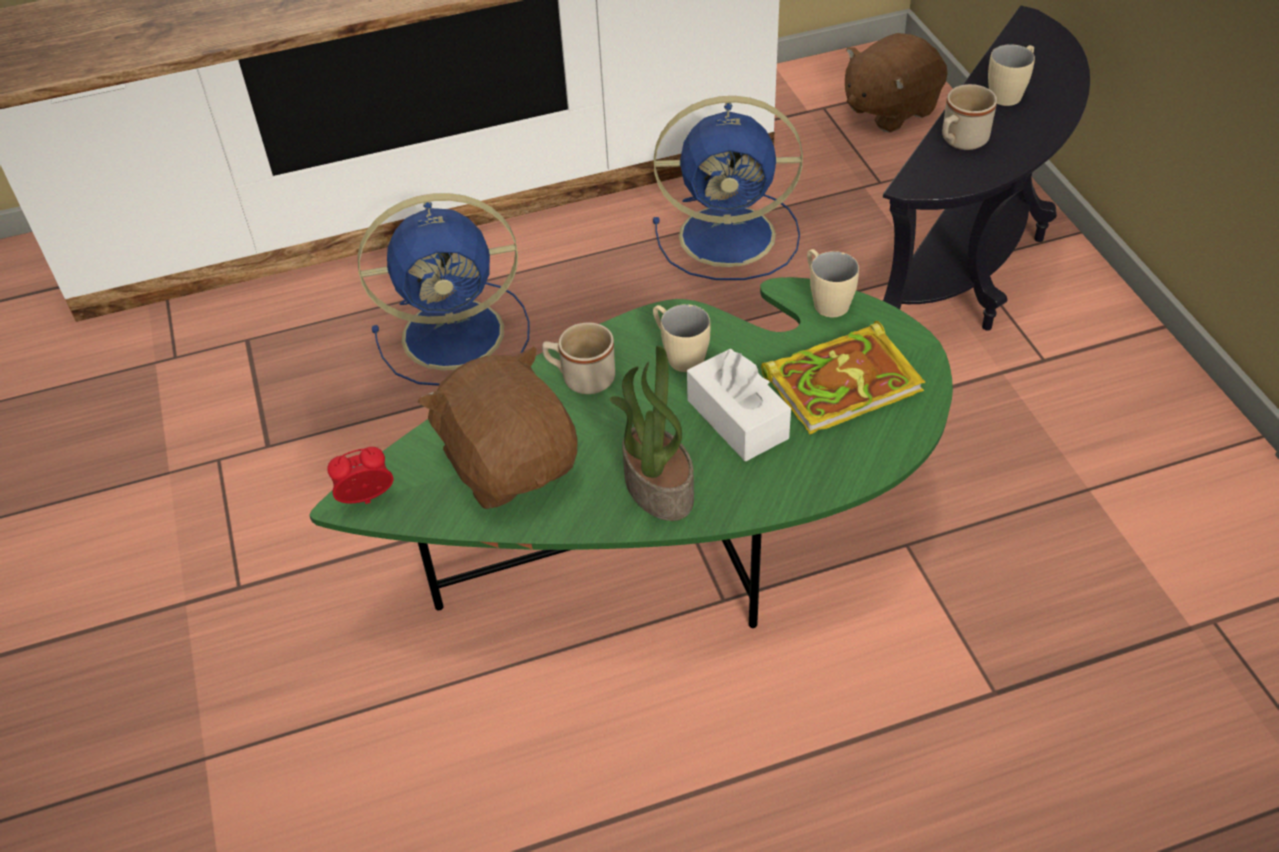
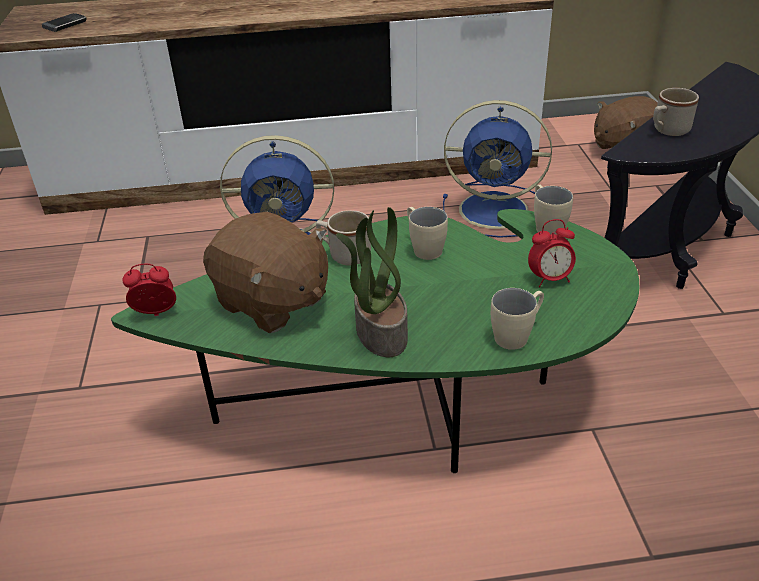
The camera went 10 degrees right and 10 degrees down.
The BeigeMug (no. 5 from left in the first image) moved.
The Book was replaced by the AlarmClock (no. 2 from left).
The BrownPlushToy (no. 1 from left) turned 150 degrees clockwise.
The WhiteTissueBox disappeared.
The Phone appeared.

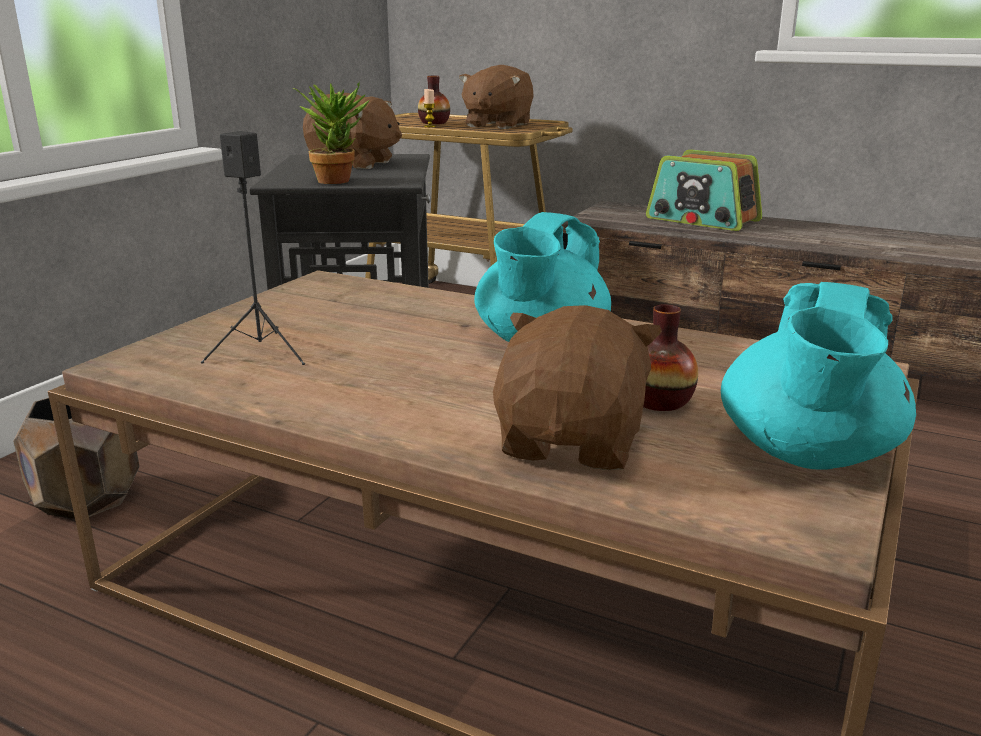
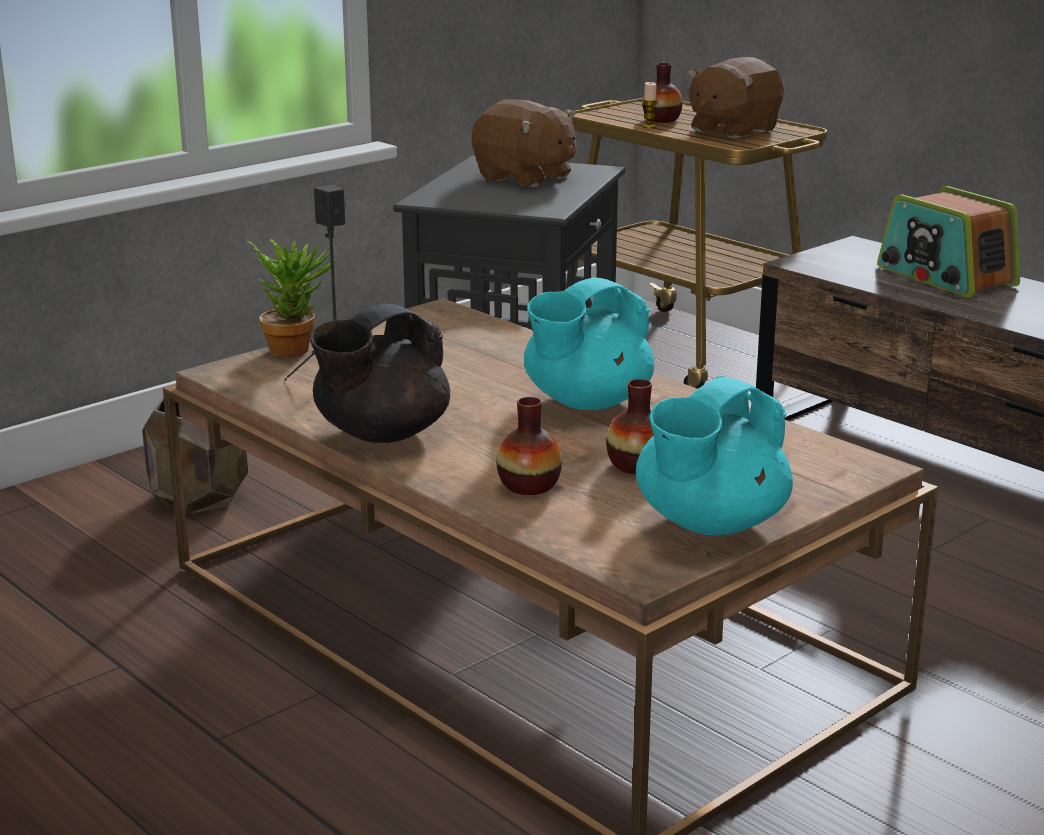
The camera went 20 degrees right and 0 degrees up.
The PottedPlant moved.
The BrownPlushToy (no. 3 from left) was replaced by the Vase (no. 1 from left).
The BlackTeapot appeared.

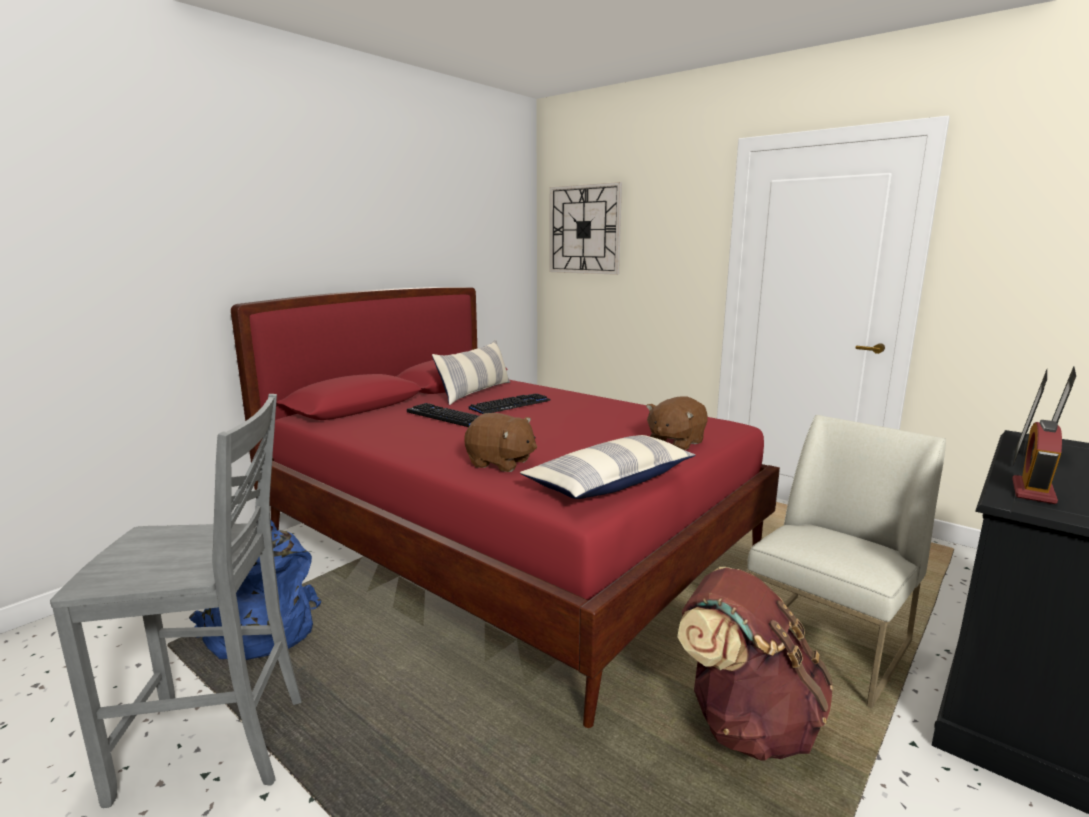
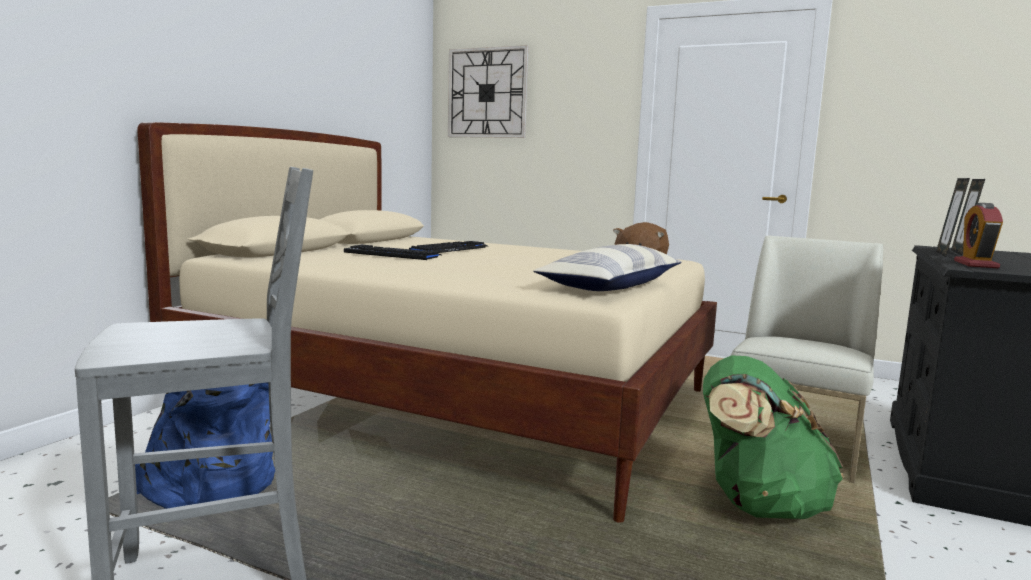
The camera went 15 degrees left and 5 degrees down.
The RedBed became the BeigeBed.
The Pillow (no. 1 from left) disappeared.
The BrownPlushToy (no. 1 from left) disappeared.
The BrownBackpack became the GreenBackpack.

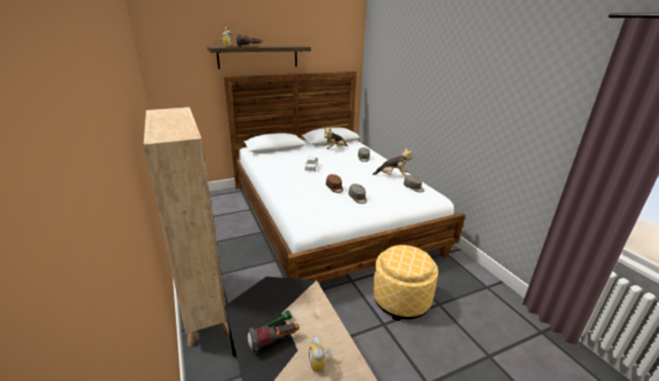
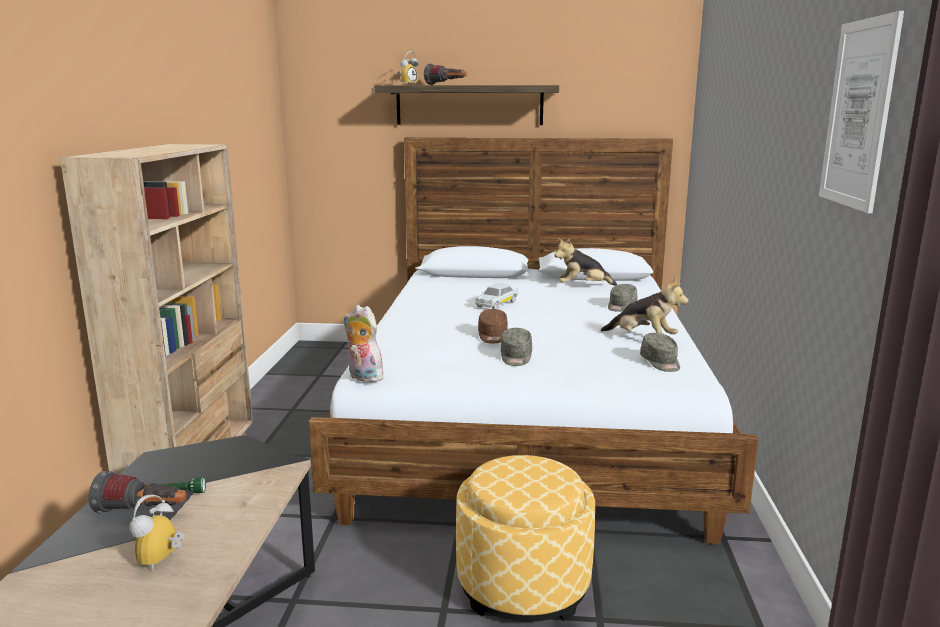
The camera went 30 degrees right and 10 degrees down.
The Picture appeared.
The PlushToy (no. 1 from left) appeared.

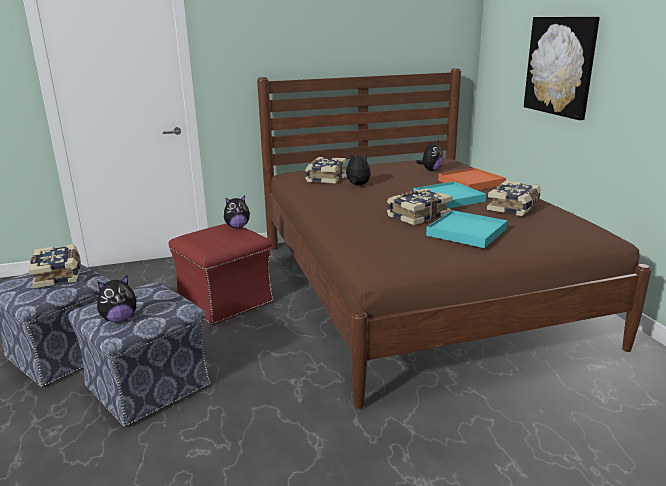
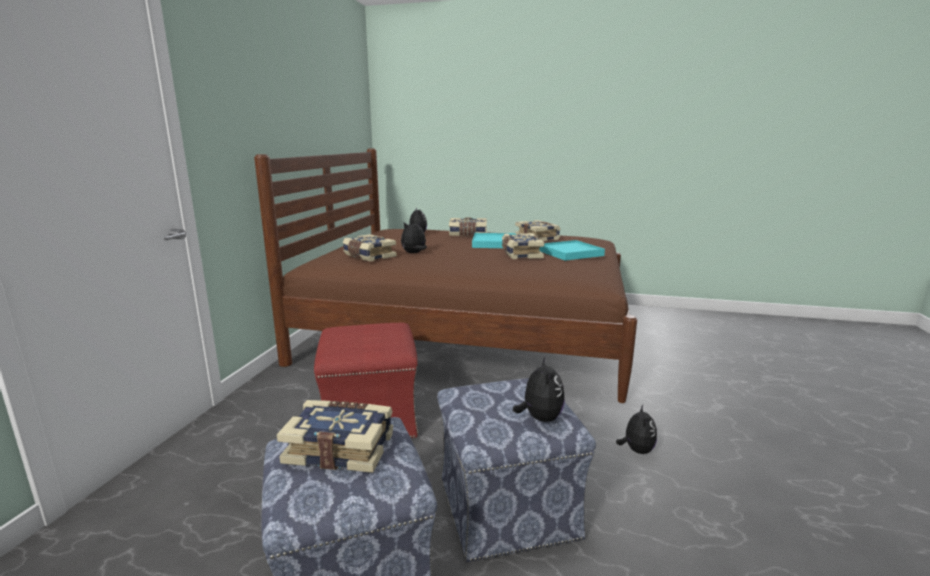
The camera went 60 degrees left and 5 degrees down.
The Picture disappeared.
The OrangeTray was replaced by the Book (no. 3 from left).
The PlushToy (no. 2 from left in the first image) moved.

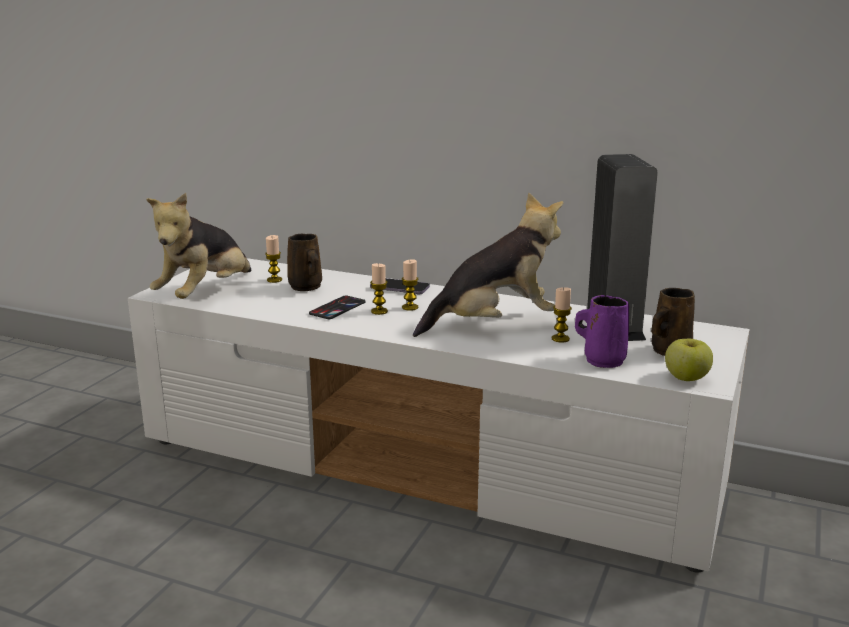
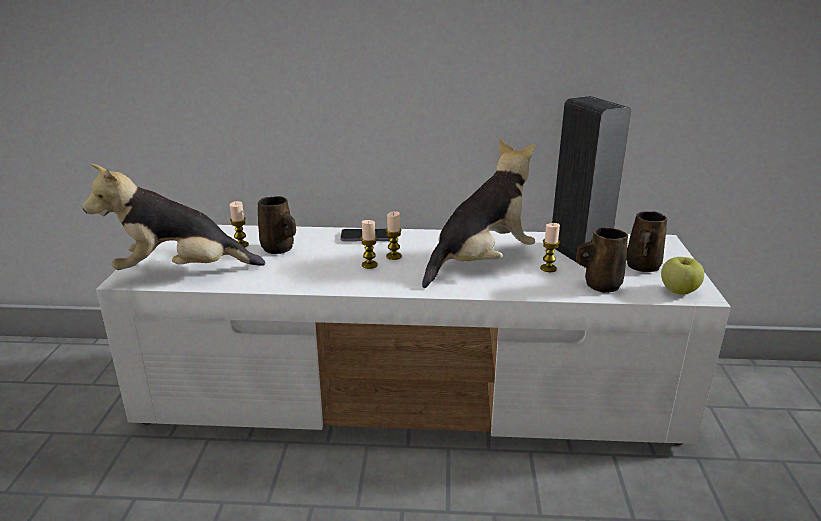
The camera went 20 degrees left and 5 degrees up.
The PlushToy (no. 1 from left) turned 75 degrees clockwise.
The Phone (no. 1 from left) disappeared.
The PurpleMug became the BrownMug (no. 2 from left).

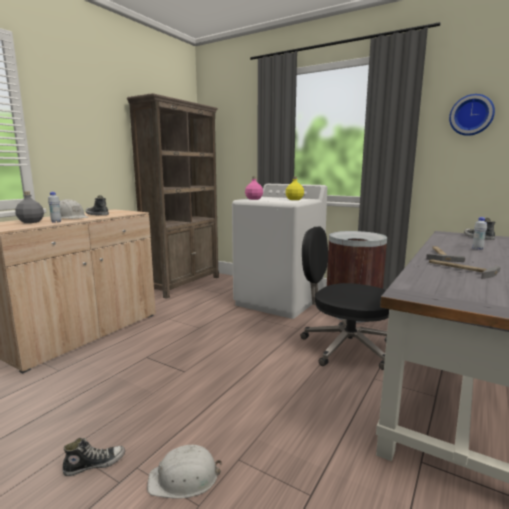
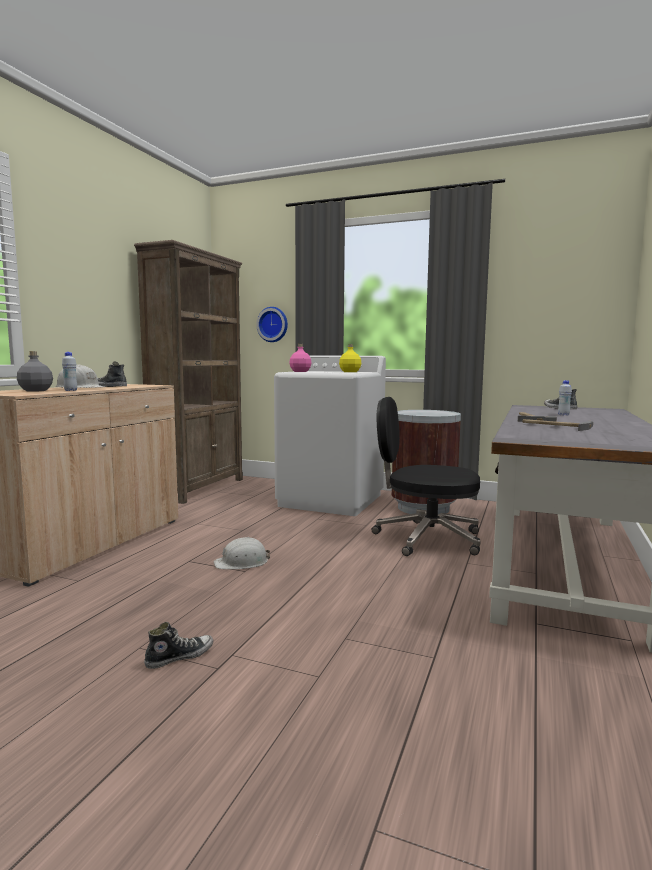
The camera went 10 degrees left and 5 degrees down.
The WallClock moved.
The WhiteHardHat (no. 2 from left) moved.

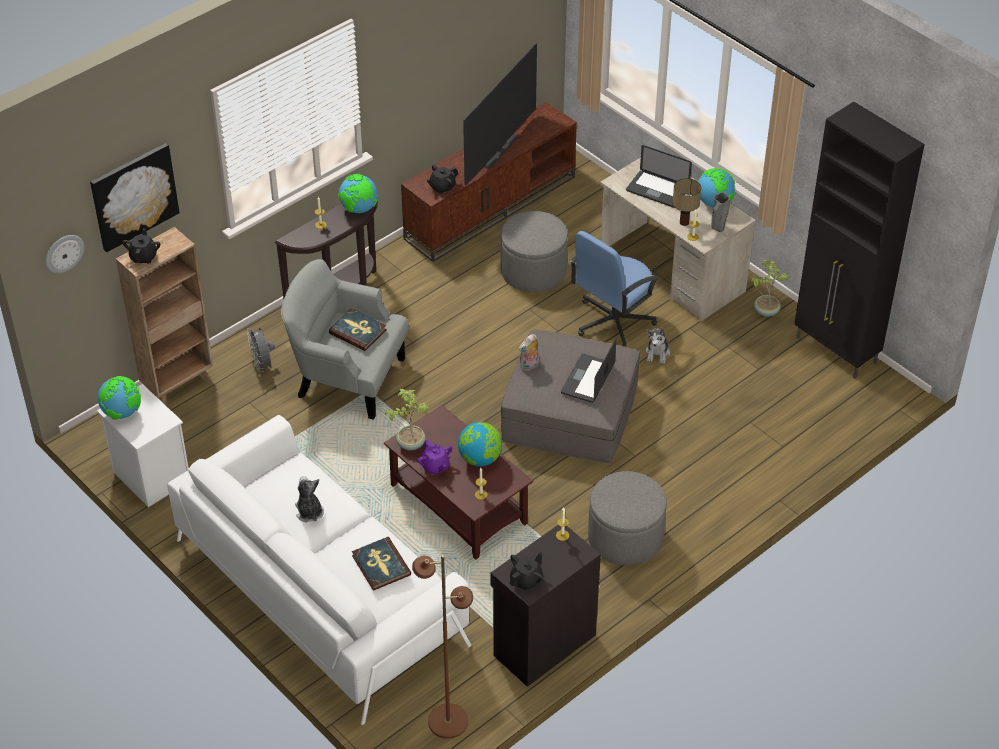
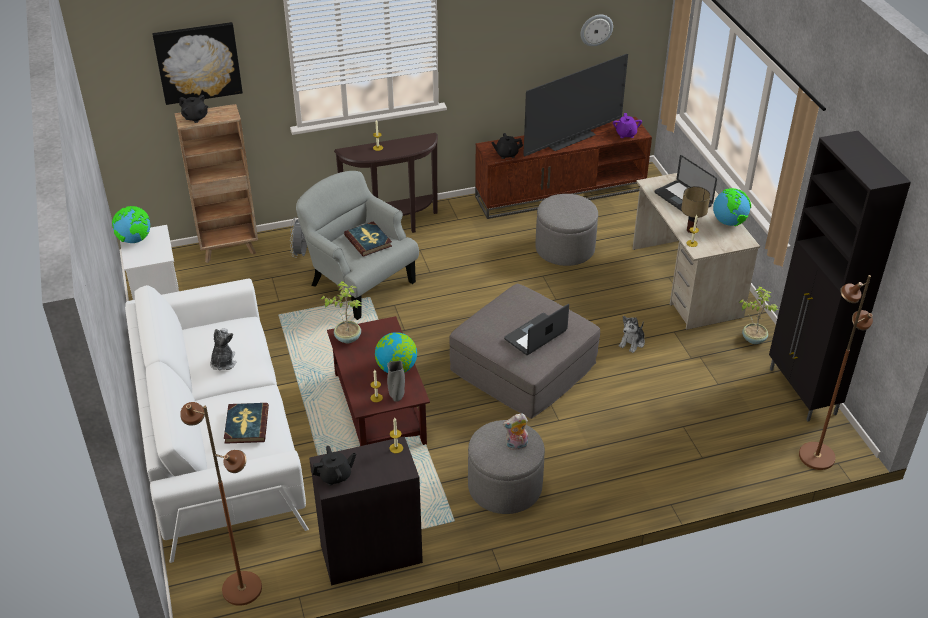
The camera went 25 degrees right and 5 degrees down.
The Globe (no. 2 from left) disappeared.
The GreyVase moved.
The BlackTeapot (no. 1 from left) turned 90 degrees clockwise.
The BlueOfficeChair disappeared.
The WallClock moved.
The PlushToy (no. 2 from left) moved.
The PurpleTeapot moved.
The BrownFloorLamp (no. 2 from left) appeared.

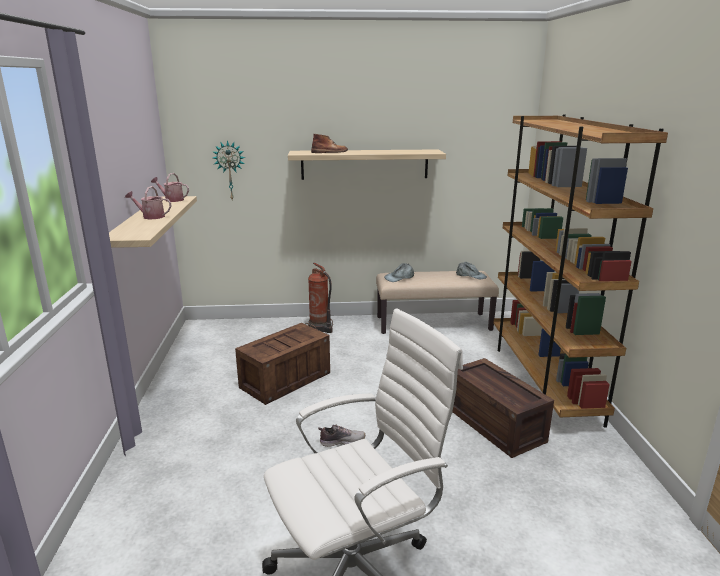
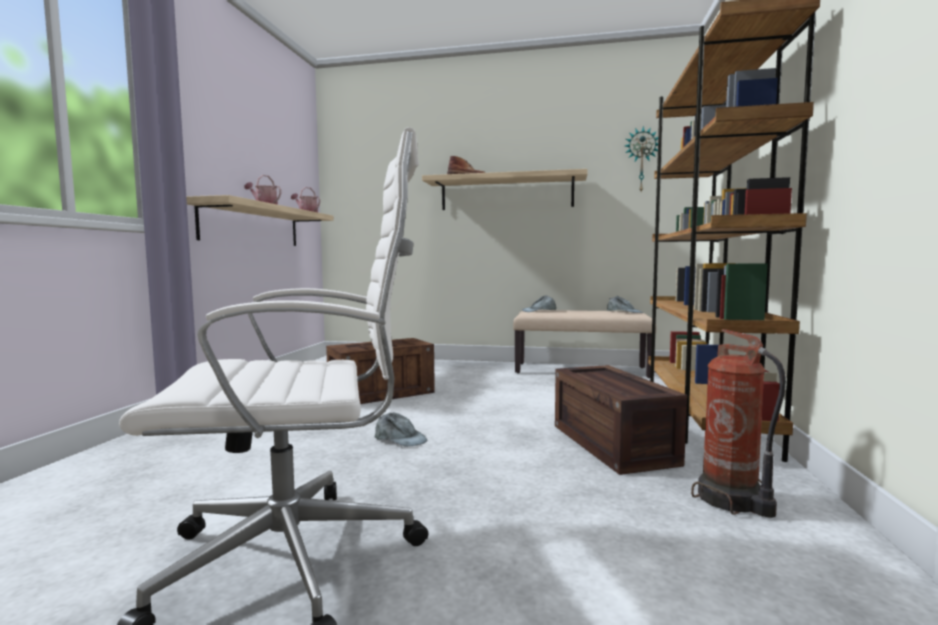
The camera went 15 degrees right and 15 degrees down.
The WallClock moved.
The FireExtinguisher moved.
The Shoe was replaced by the GreyCap (no. 1 from left).

